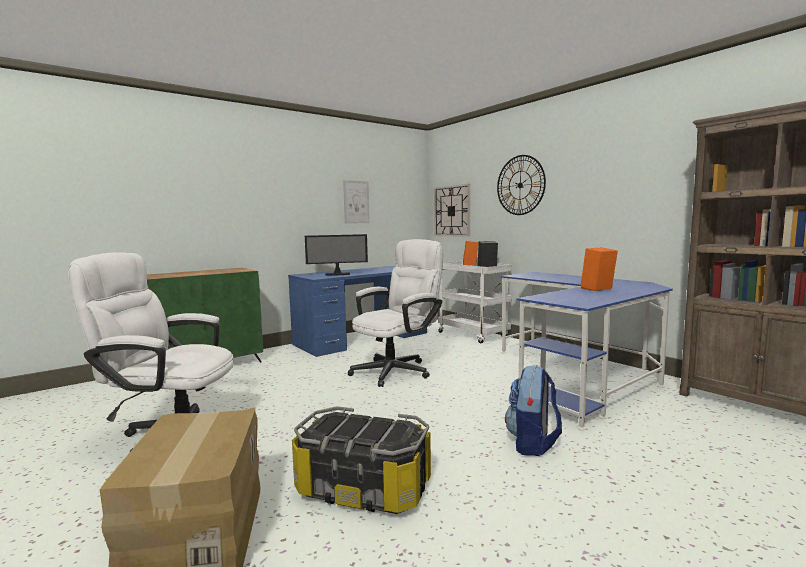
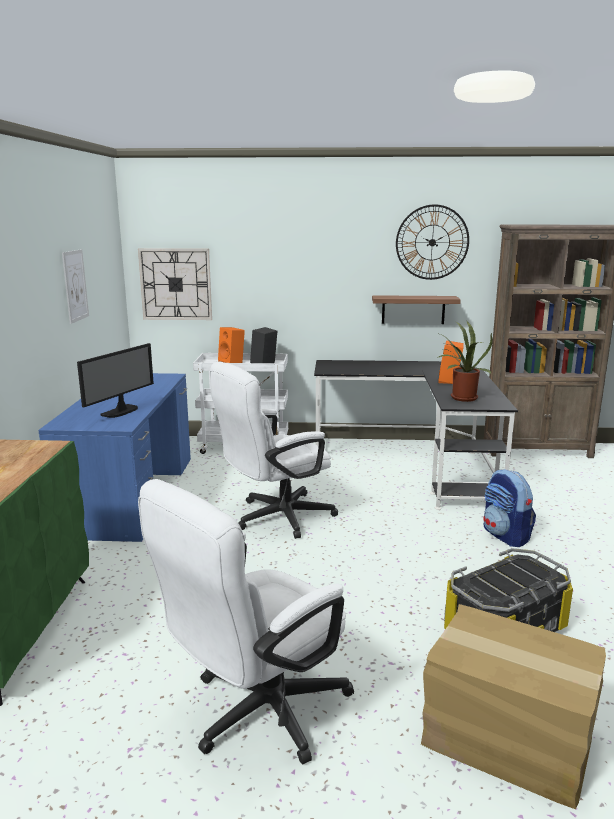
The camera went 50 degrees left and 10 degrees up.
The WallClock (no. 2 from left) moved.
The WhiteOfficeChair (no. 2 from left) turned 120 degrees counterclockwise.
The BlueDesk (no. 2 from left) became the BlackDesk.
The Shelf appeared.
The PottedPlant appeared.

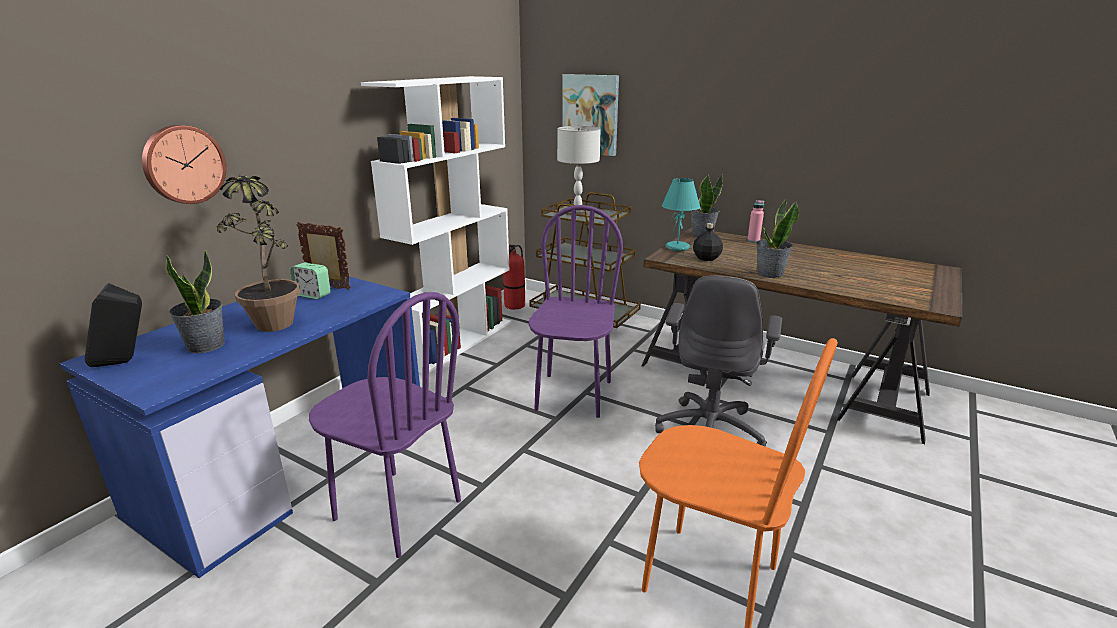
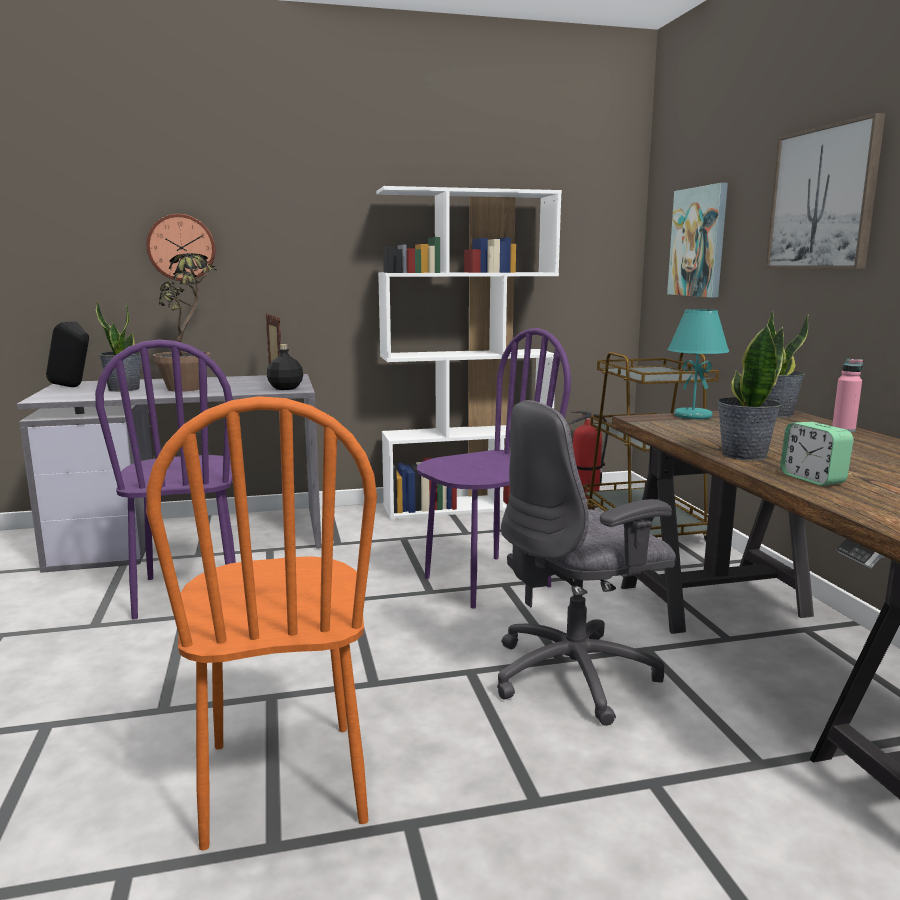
The camera went 45 degrees right and 10 degrees down.
The GreyTableLamp disappeared.
The BlackBottle moved.
The AlarmClock moved.
The BlueDesk became the GreyDesk.
The Picture (no. 2 from left) appeared.

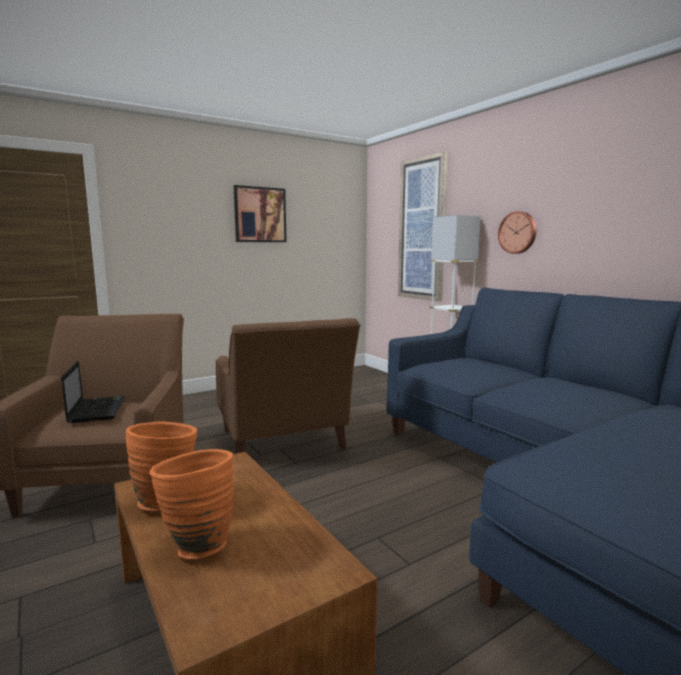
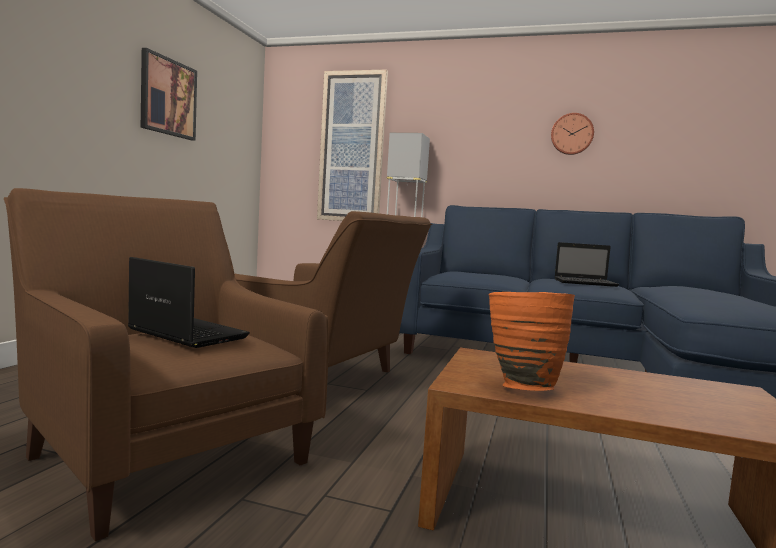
The camera went 40 degrees left and 5 degrees down.
The WallClock moved.
The OrangeVase (no. 2 from left) disappeared.
The Laptop (no. 2 from left) appeared.

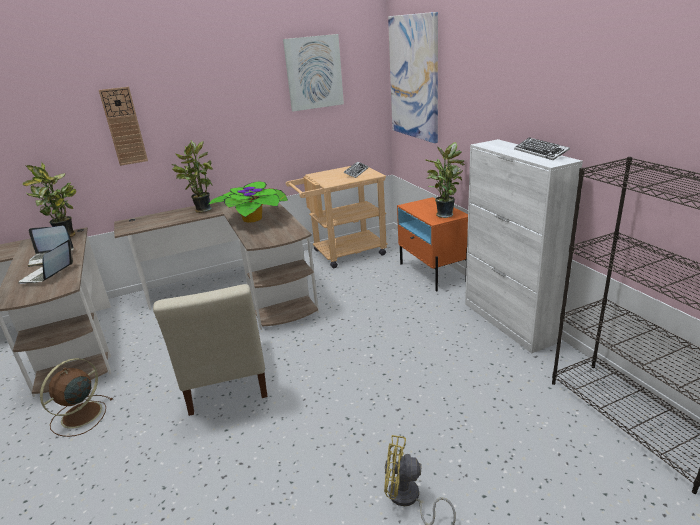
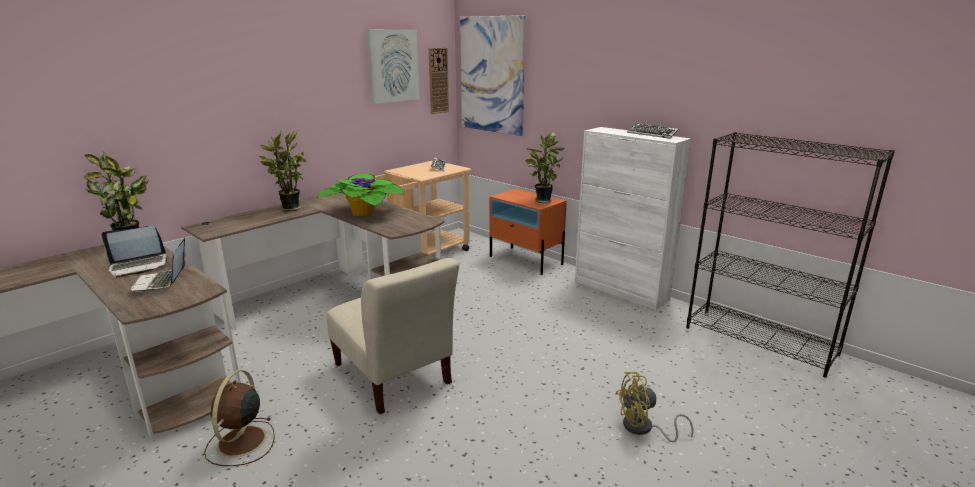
The camera went 25 degrees left and 5 degrees down.
The WallClock moved.

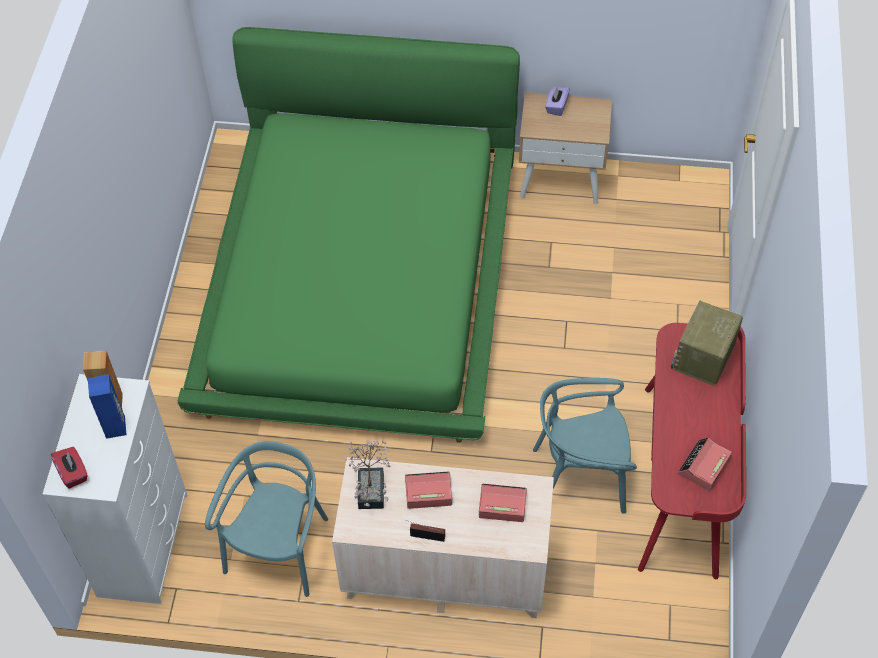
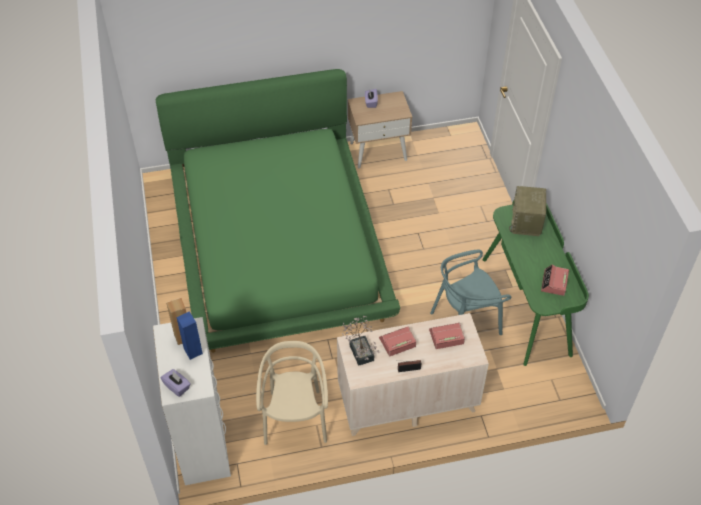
The camera went 20 degrees left and 5 degrees down.
The RedDesk became the GreenDesk.
The TurquoiseChair (no. 1 from left) became the BeigeChair.
The RedTissueBox became the PurpleTissueBox (no. 1 from left).

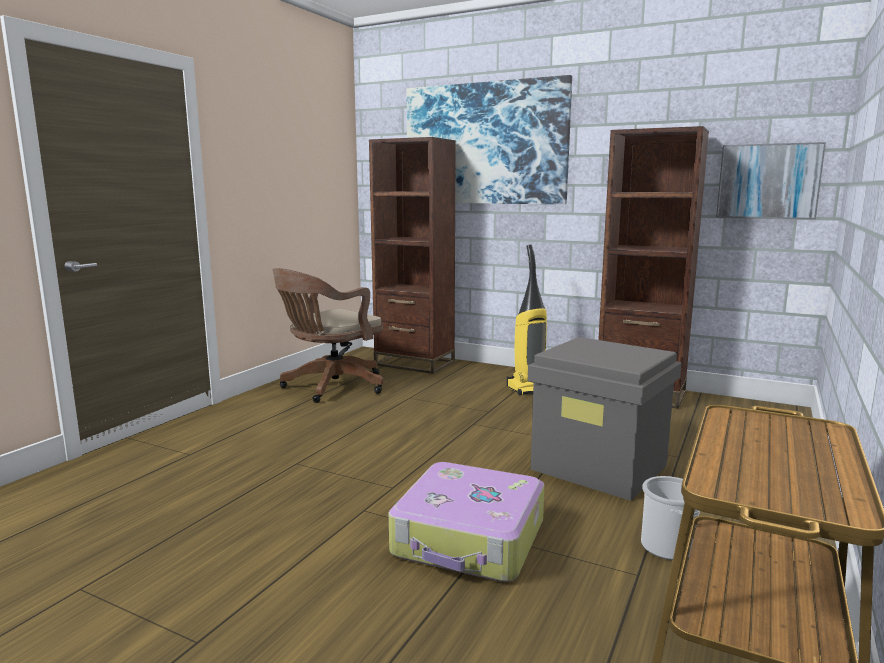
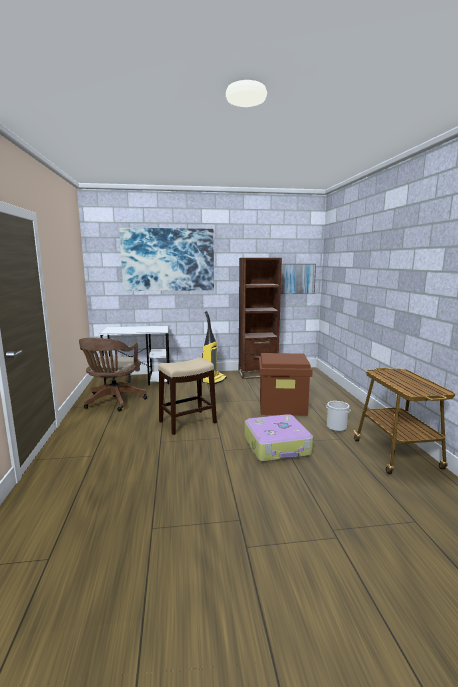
The camera went 35 degrees left and 0 degrees up.
The BrownBookcase (no. 1 from left) was replaced by the WhiteDesk.
The GreyStorageBox became the BrownStorageBox.
The Stool appeared.

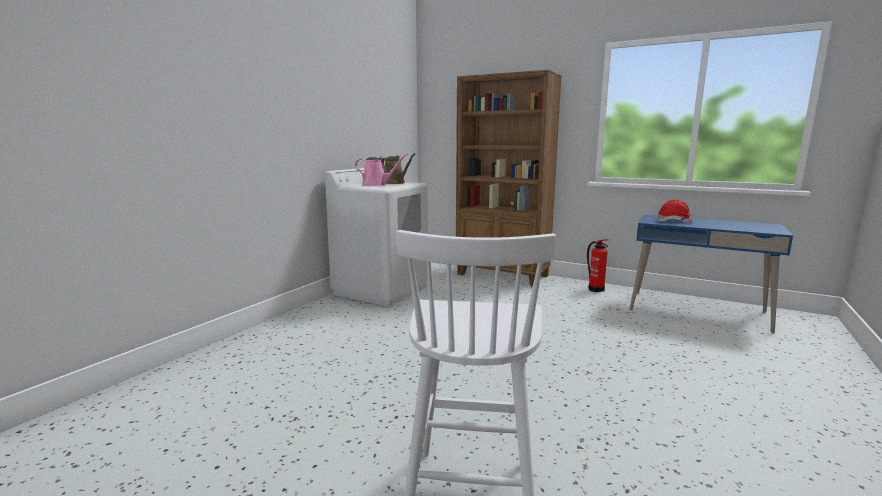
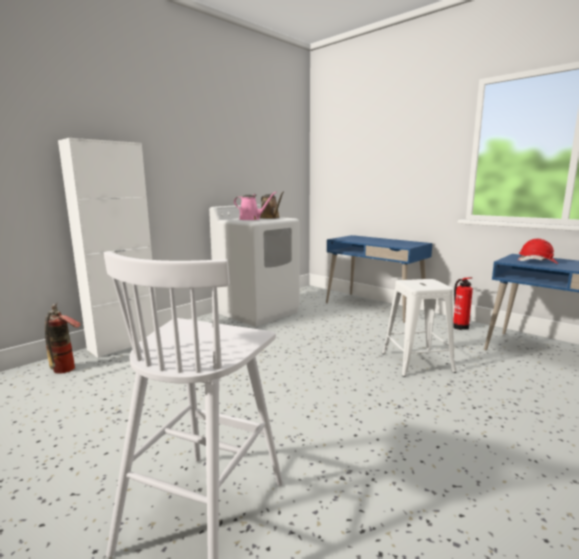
The camera went 15 degrees right and 0 degrees up.
The BrownBookcase was replaced by the BlueDesk (no. 1 from left).
The WhiteCabinet appeared.
The WhiteStool (no. 2 from left) appeared.
The FireExtinguisher (no. 1 from left) appeared.

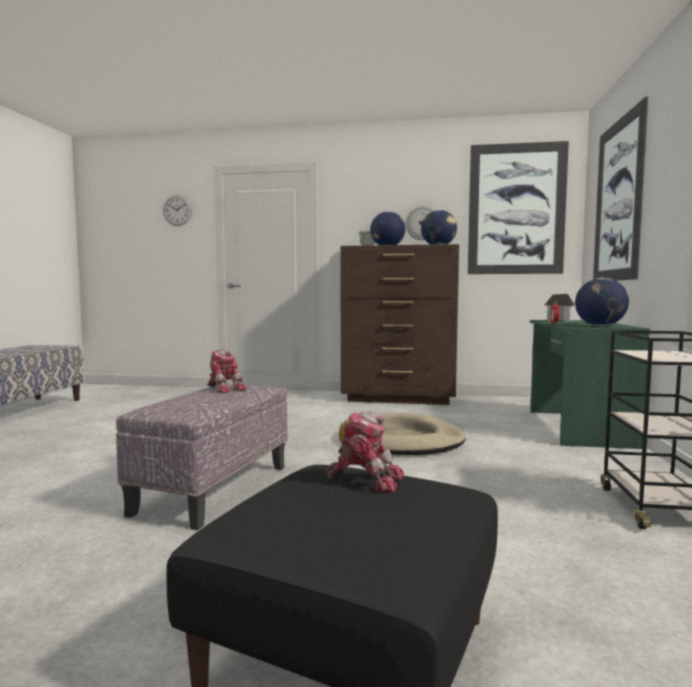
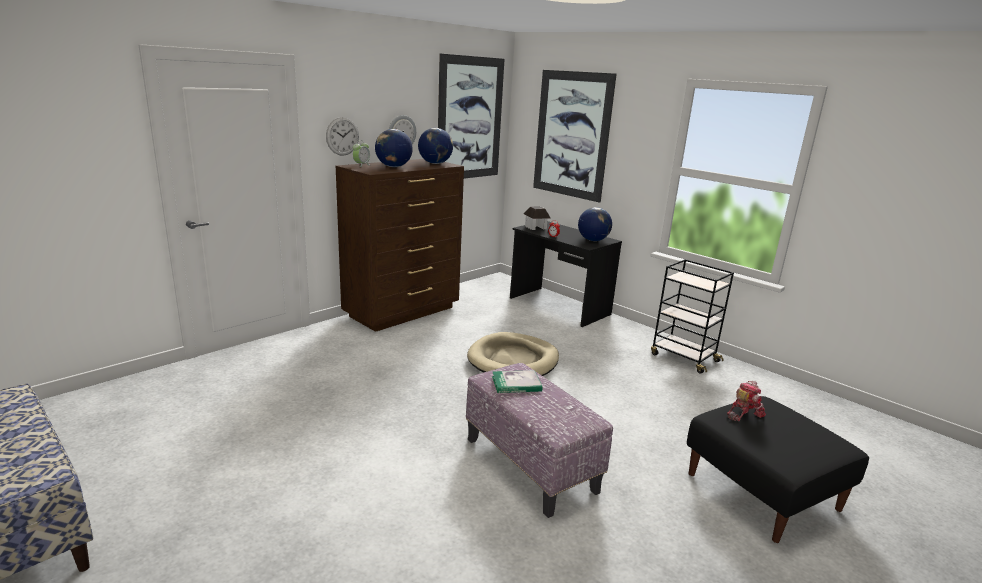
The camera went 55 degrees left and 15 degrees up.
The WallClock (no. 1 from left) moved.
The GreenDesk became the BlackDesk.
The ToyRobot (no. 1 from left) was replaced by the Book.

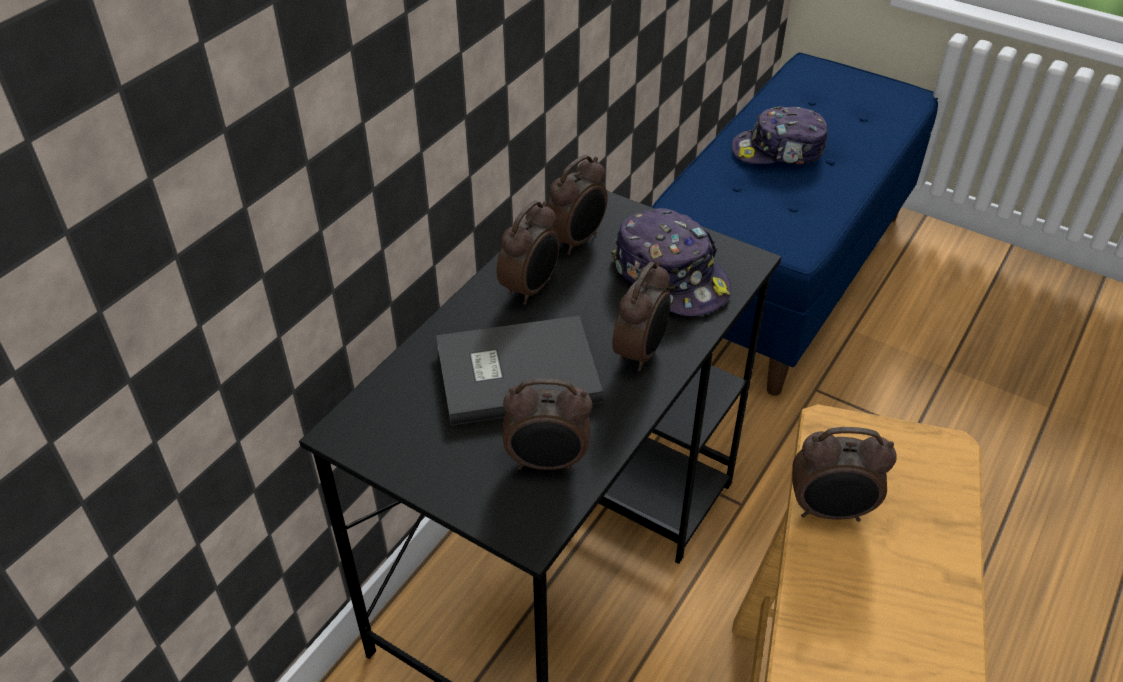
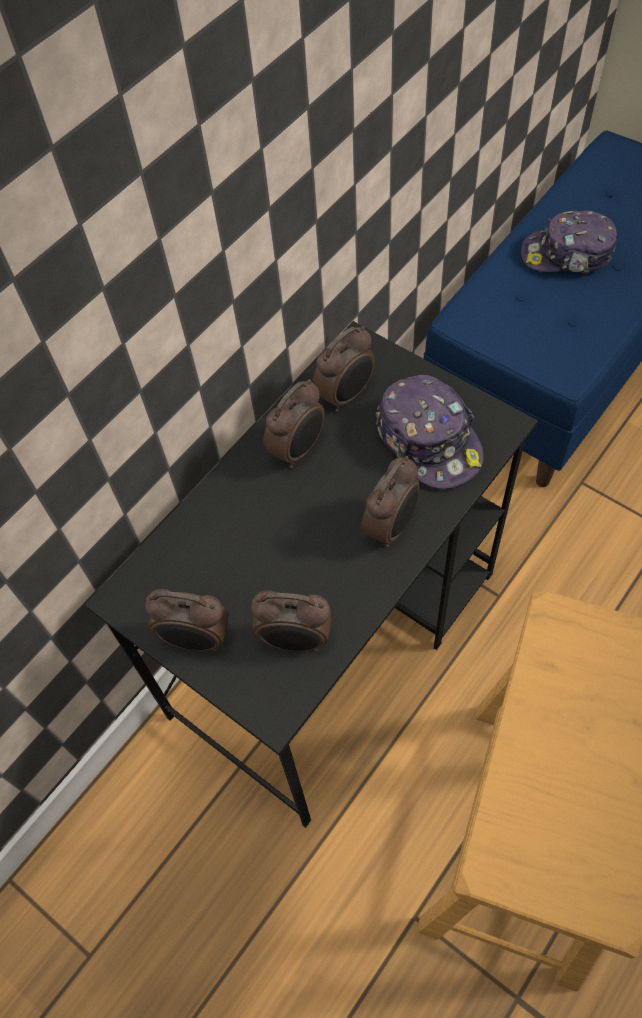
The camera went 10 degrees right and 15 degrees up.
The GreyBook disappeared.
The AlarmClock (no. 5 from left in the first image) moved.

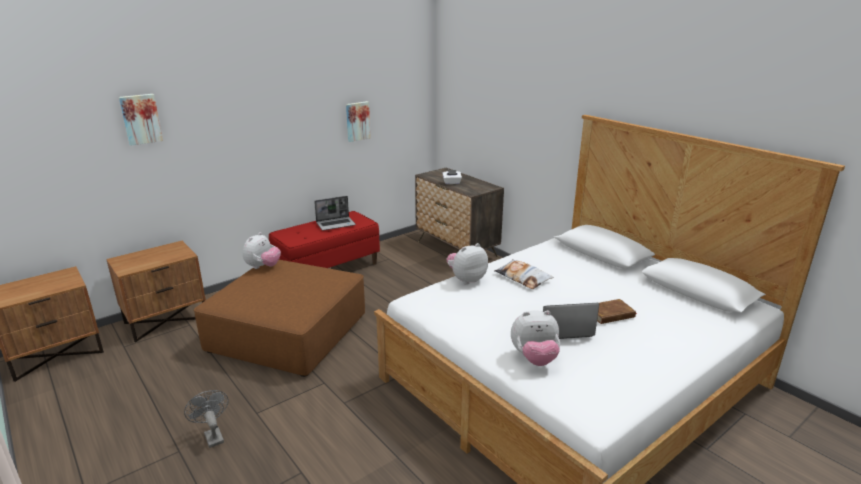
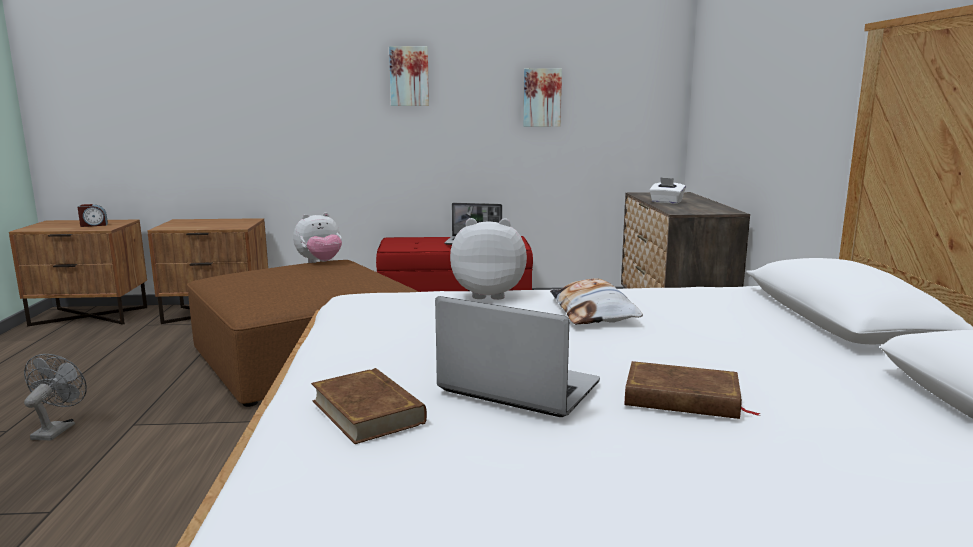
The camera went 35 degrees right and 10 degrees down.
The Picture (no. 1 from left) moved.
The PlushToy (no. 3 from left) was replaced by the BrownBook (no. 1 from left).
The AlarmClock appeared.

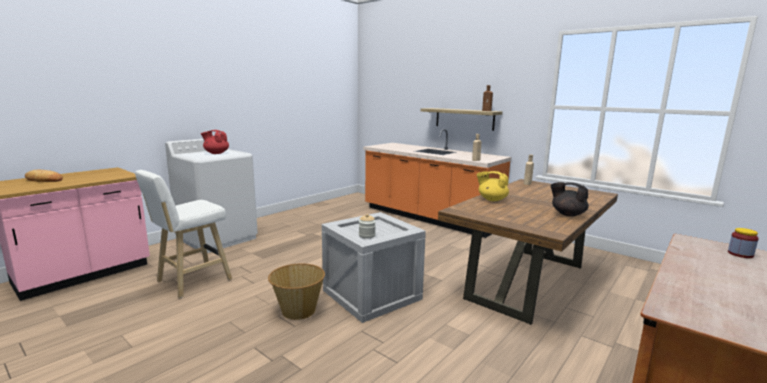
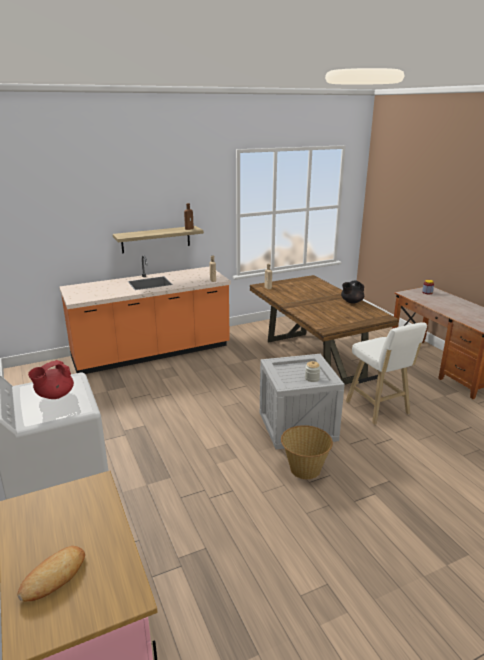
The camera went 65 degrees left and 10 degrees up.
The WhiteStool moved.
The YellowTeapot disappeared.

